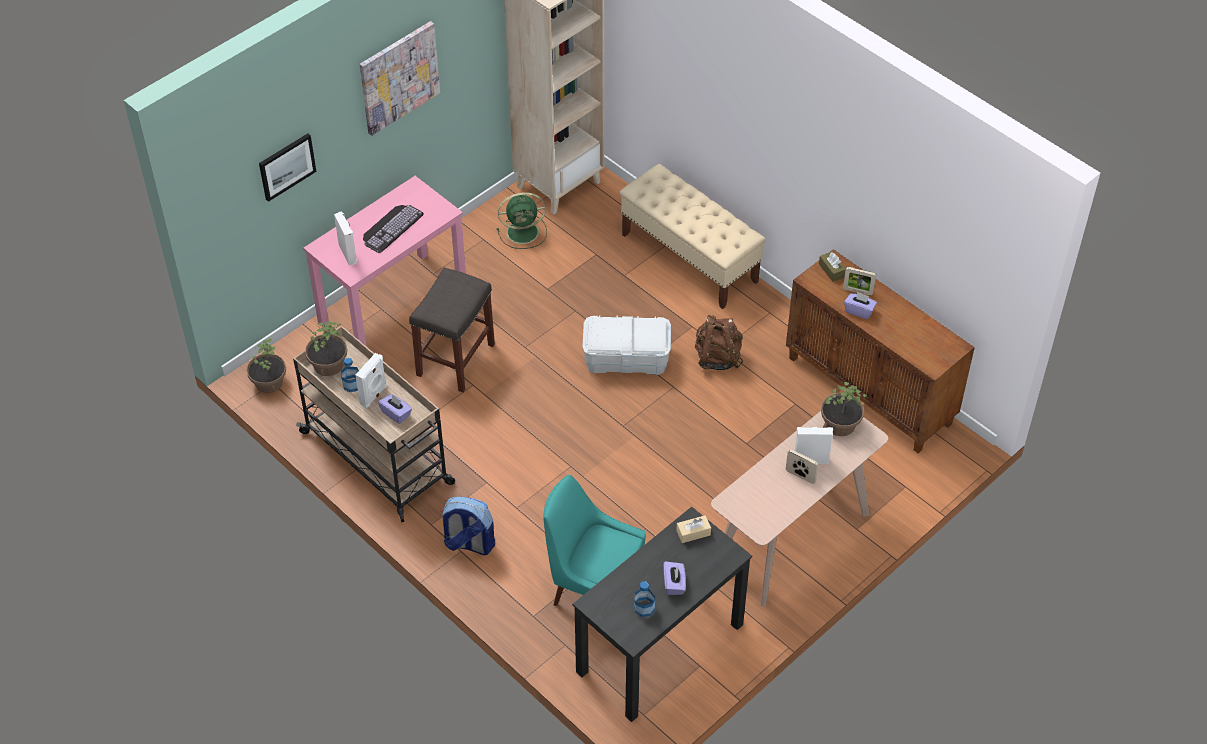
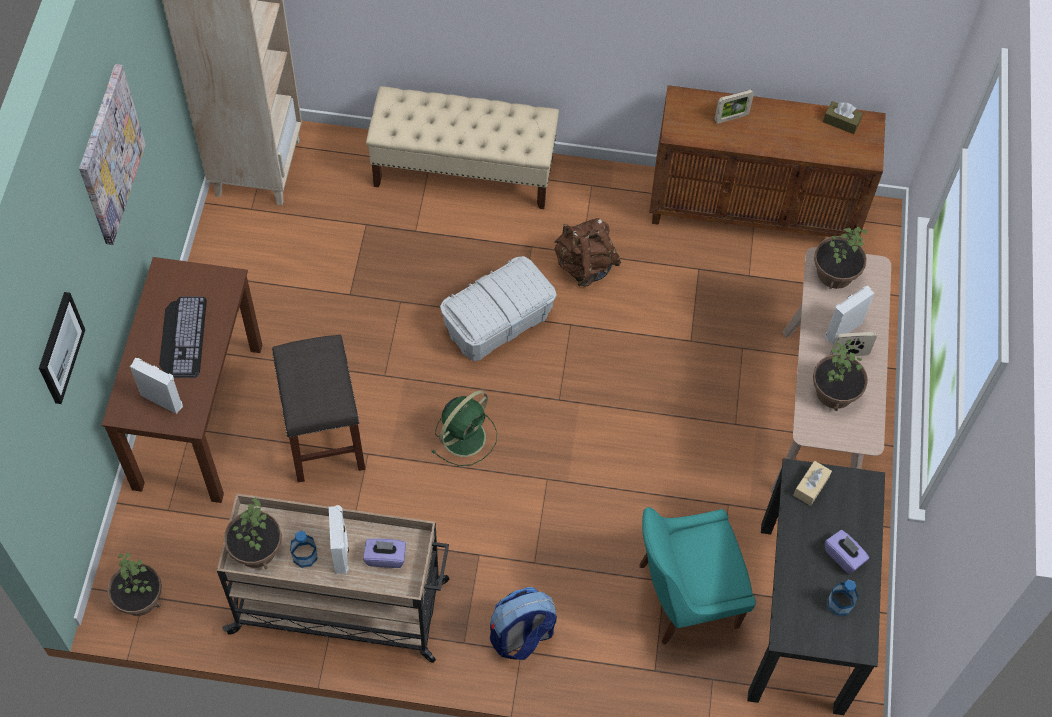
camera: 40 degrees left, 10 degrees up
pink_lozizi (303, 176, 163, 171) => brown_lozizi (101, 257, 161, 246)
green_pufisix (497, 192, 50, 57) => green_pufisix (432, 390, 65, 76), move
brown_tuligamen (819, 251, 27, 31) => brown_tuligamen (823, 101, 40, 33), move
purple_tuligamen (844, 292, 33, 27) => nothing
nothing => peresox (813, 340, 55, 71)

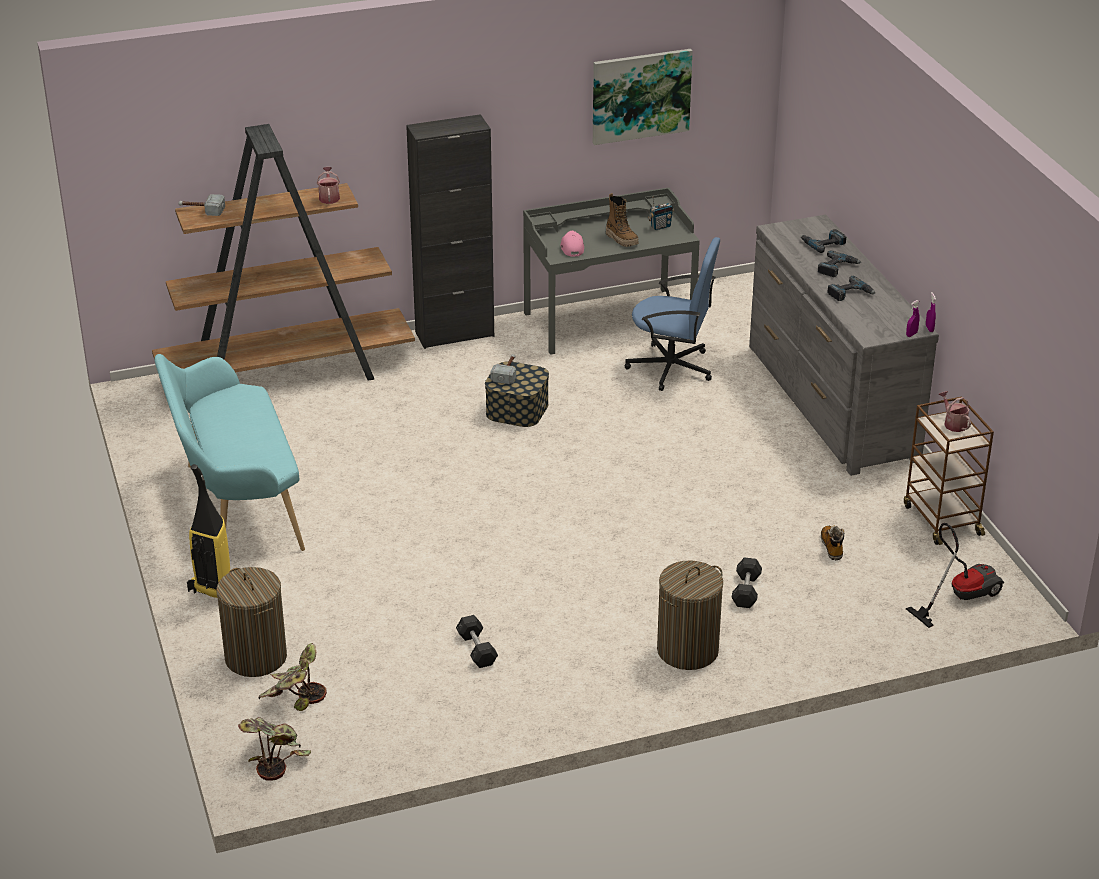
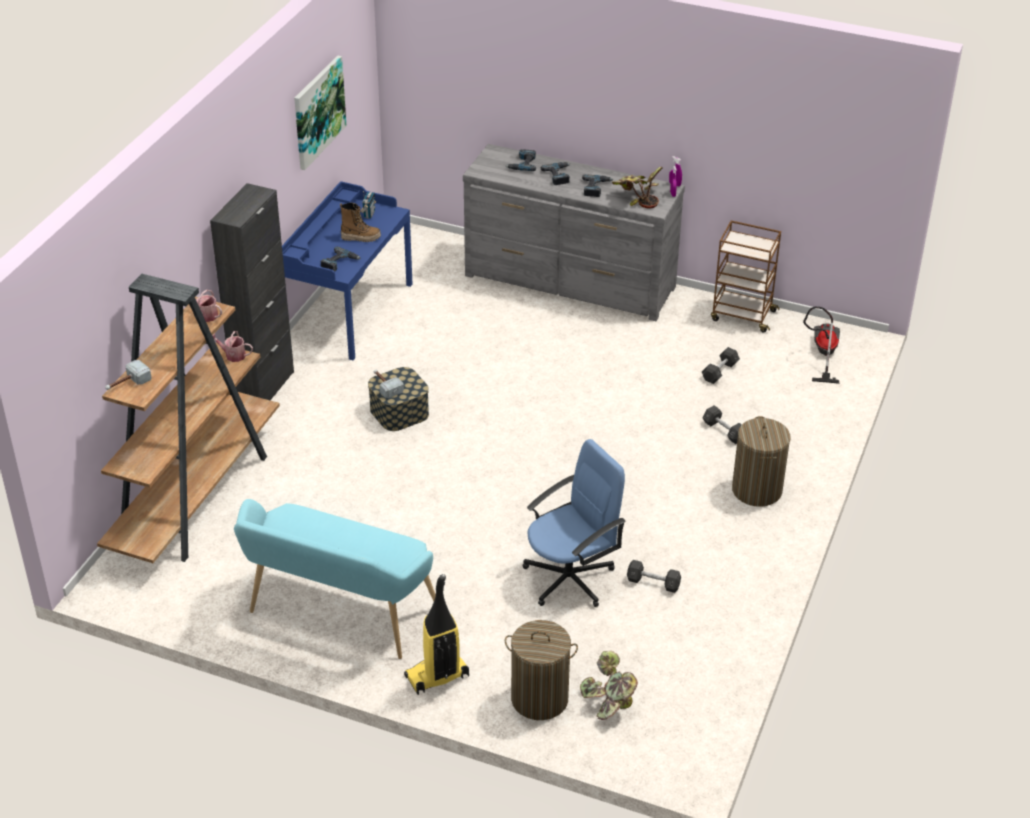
camera: 50 degrees left, 5 degrees up
peresox (238, 717, 73, 64) => peresox (612, 167, 51, 42), move
grey_lozizi (523, 187, 177, 168) => blue_lozizi (282, 181, 130, 179)
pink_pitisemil (560, 231, 24, 25) => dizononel (321, 247, 40, 24)
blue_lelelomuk (625, 237, 95, 154) => blue_lelelomuk (523, 439, 103, 168), move
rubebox (821, 525, 23, 36) => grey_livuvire (702, 347, 38, 37)
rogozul (938, 391, 33, 41) => rogozul (213, 331, 40, 31), move

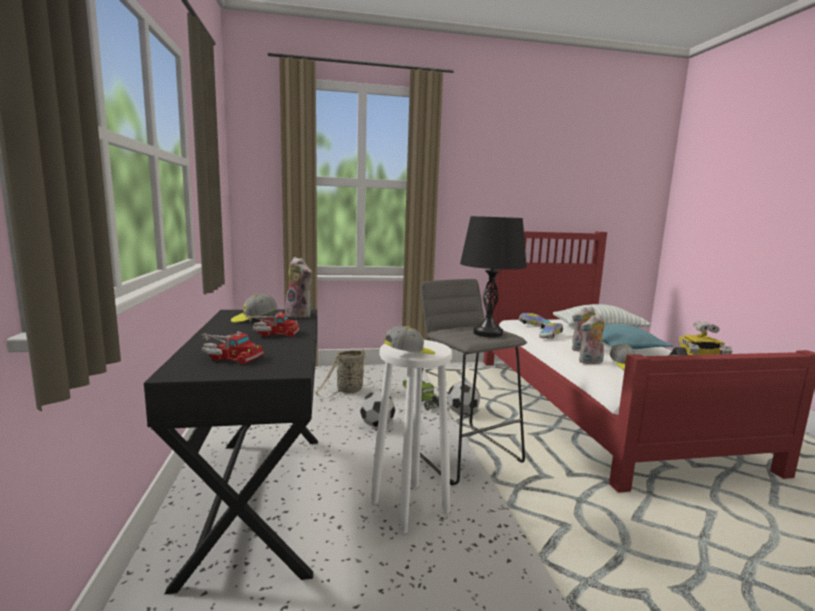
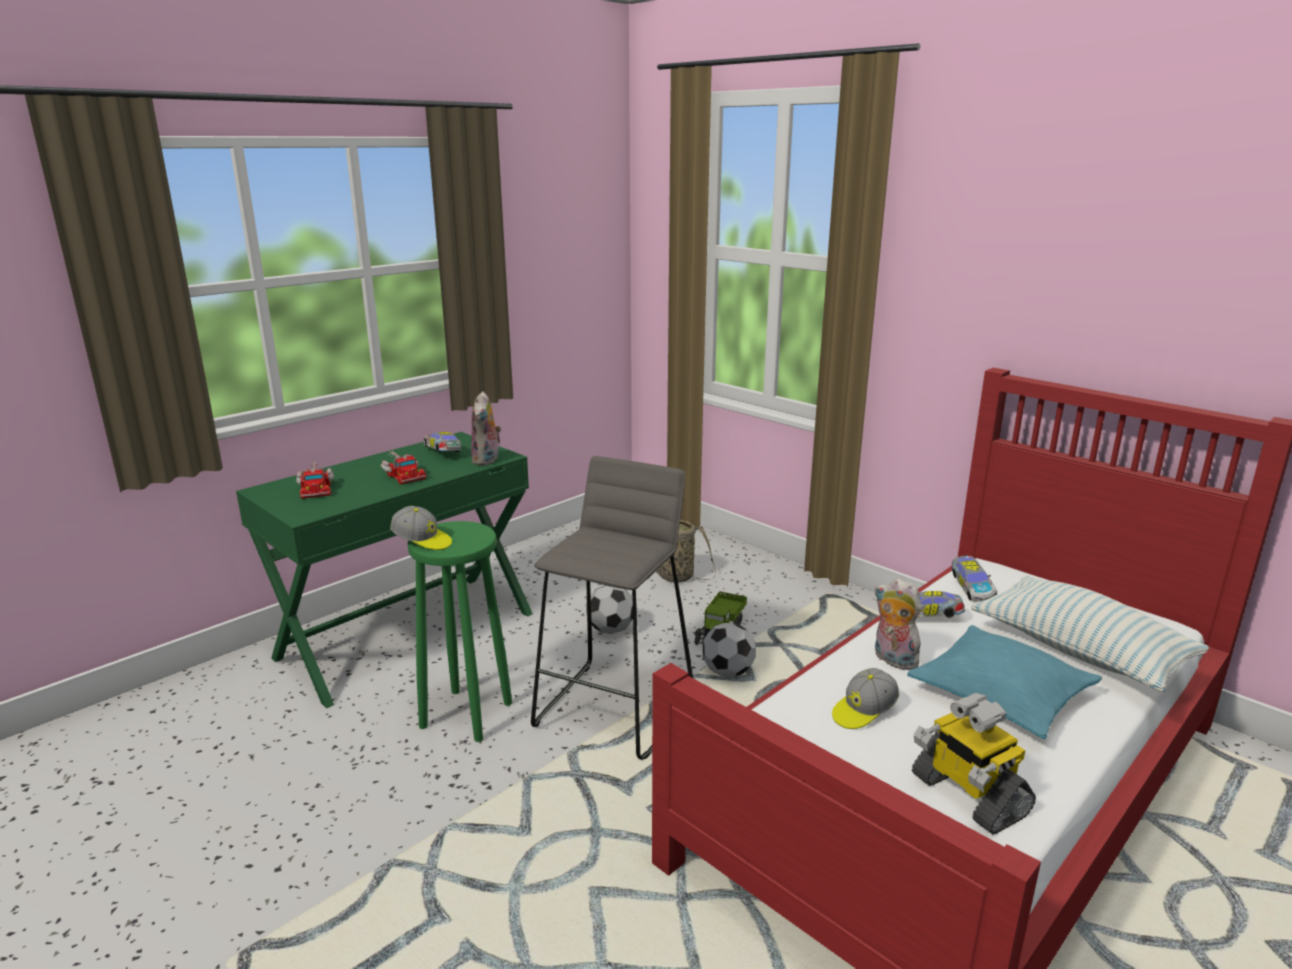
camera: 55 degrees right, 10 degrees up
black_lozizi (144, 309, 174, 285) => green_lozizi (236, 432, 297, 276)
pitisemil (231, 294, 46, 29) => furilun (424, 432, 37, 21)
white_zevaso (371, 340, 81, 194) => green_zevaso (408, 521, 104, 221)
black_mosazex (460, 216, 67, 122) => nothing
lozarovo (579, 315, 26, 49) => nothing

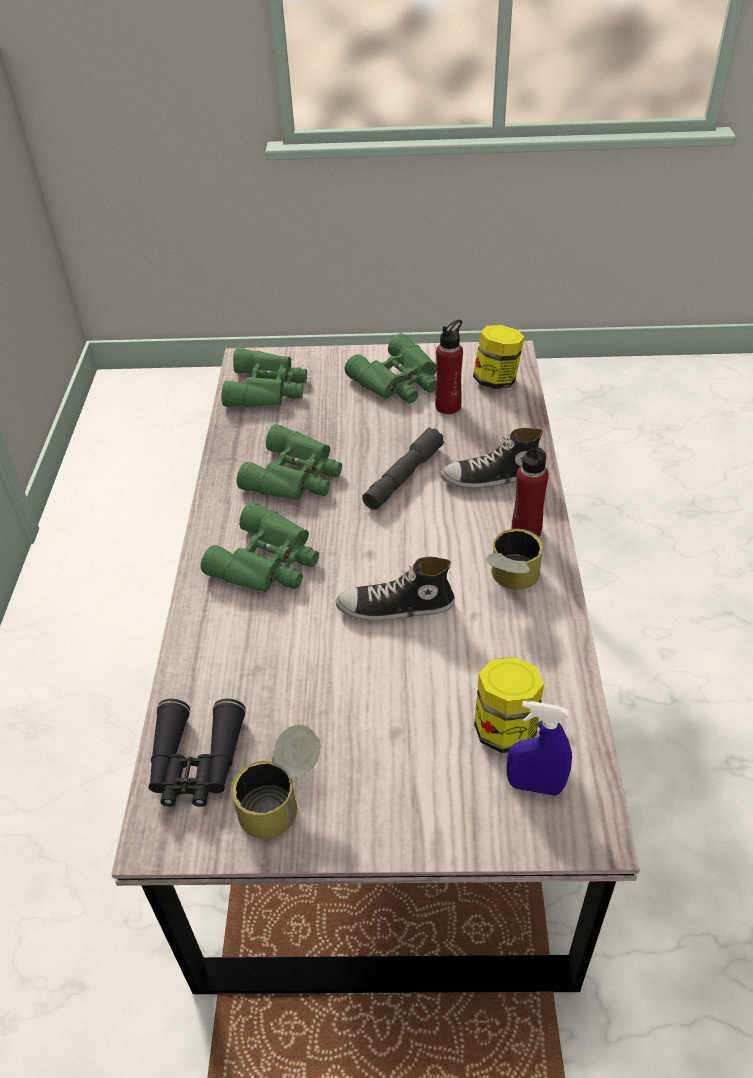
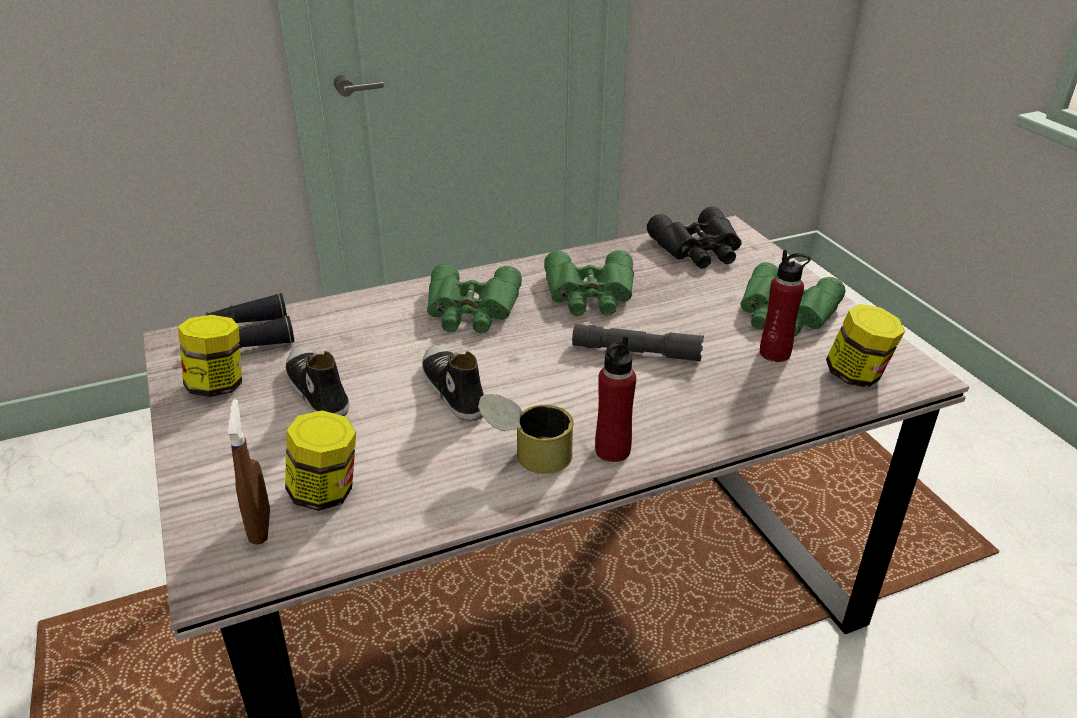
camera: 65 degrees right, 10 degrees down
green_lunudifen (221, 348, 86, 59) => black_lunudifen (647, 206, 95, 63)
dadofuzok (231, 724, 90, 115) => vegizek (178, 315, 64, 82)
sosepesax (441, 428, 102, 60) => sosepesax (286, 347, 63, 69), move
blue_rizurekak (506, 701, 66, 95) => brown_rizurekak (227, 399, 43, 145)

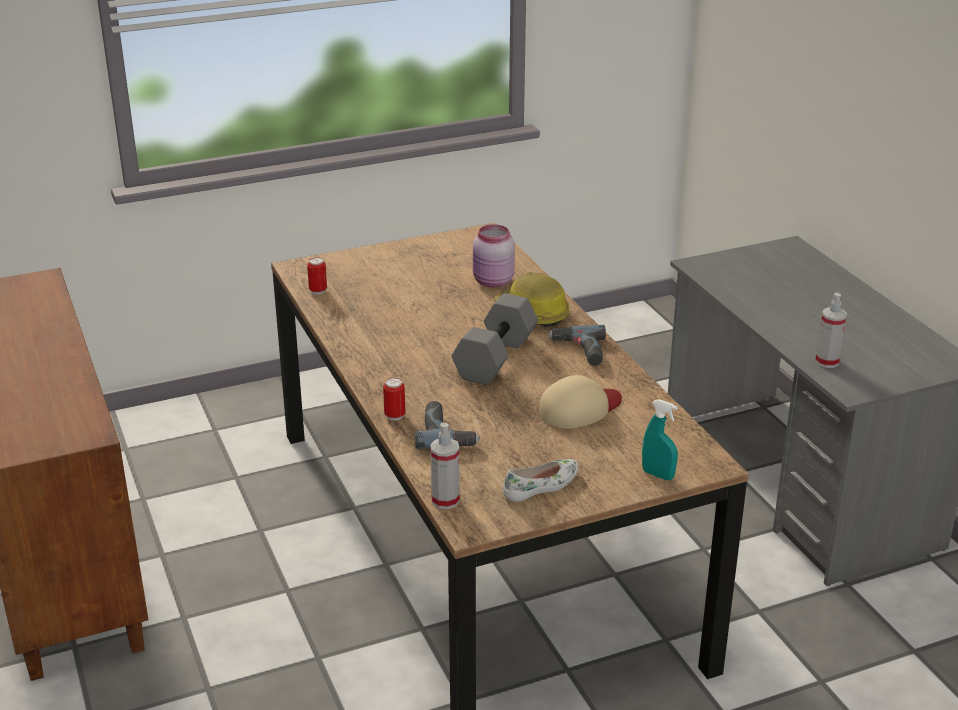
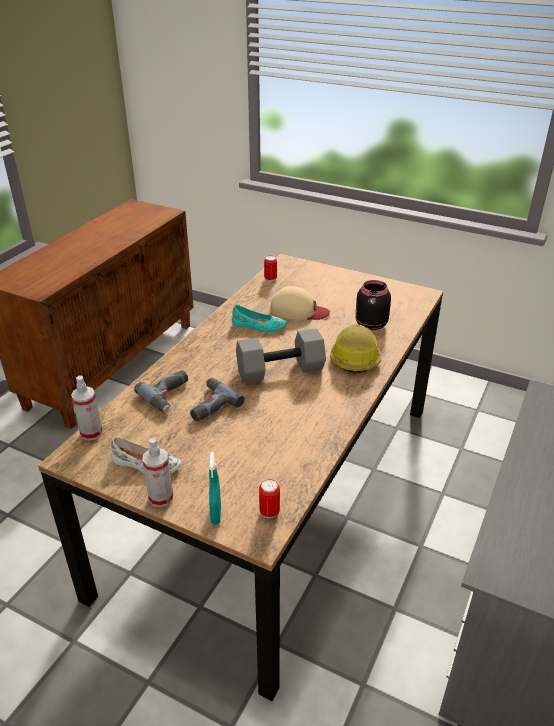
camera: 50 degrees right, 5 degrees up
dadofuzok (383, 378, 22, 42) => dadofuzok (259, 479, 21, 39), move
pink_vegizek (473, 224, 42, 63) => black_vegizek (355, 280, 36, 51)
beige_pitisemil (539, 375, 83, 54) => beige_pitisemil (270, 286, 60, 34), move
dizononel (548, 325, 58, 41) => dizononel (190, 378, 55, 43), move
rizurekak (815, 293, 32, 75) => rizurekak (142, 437, 31, 70), move
nothing => turquoise_sosepesax (232, 305, 55, 27)

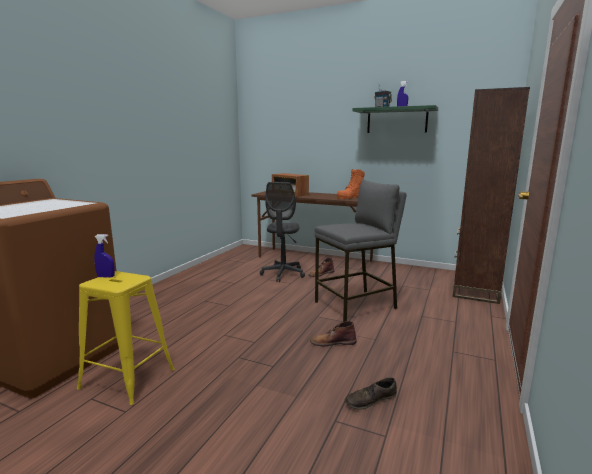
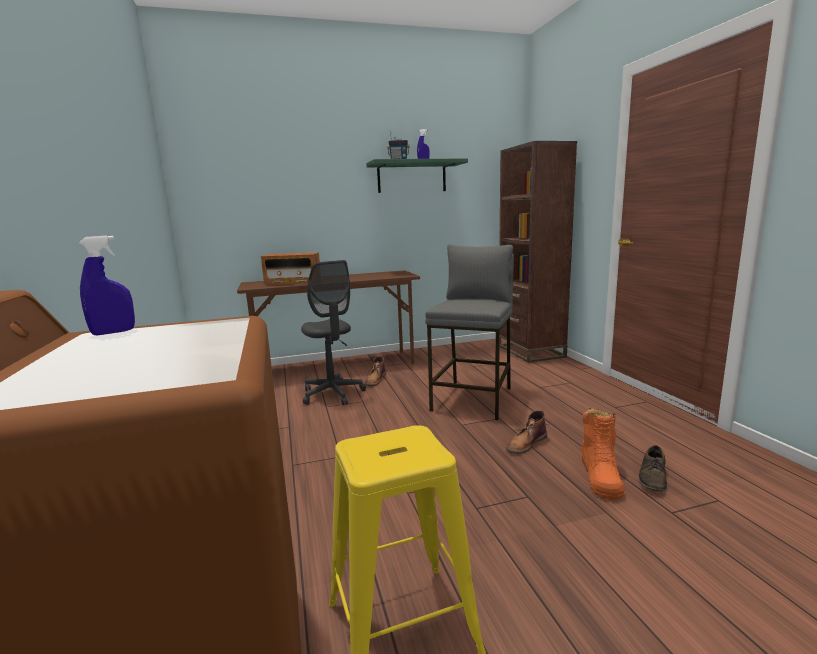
camera: 40 degrees left, 0 degrees up
blue_rizurekak (94, 234, 21, 44) => blue_rizurekak (79, 235, 56, 100), move
orange_rubebox (337, 169, 28, 30) => orange_rubebox (581, 408, 44, 92), move

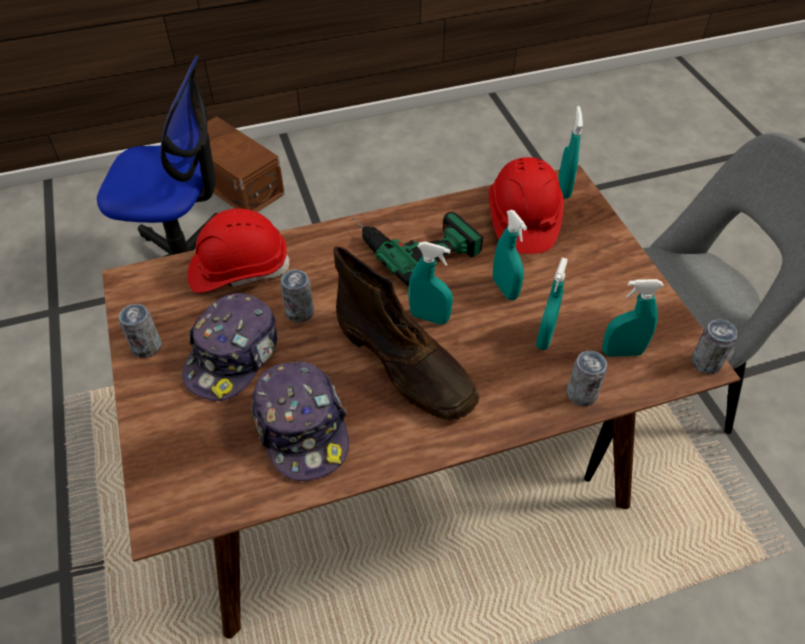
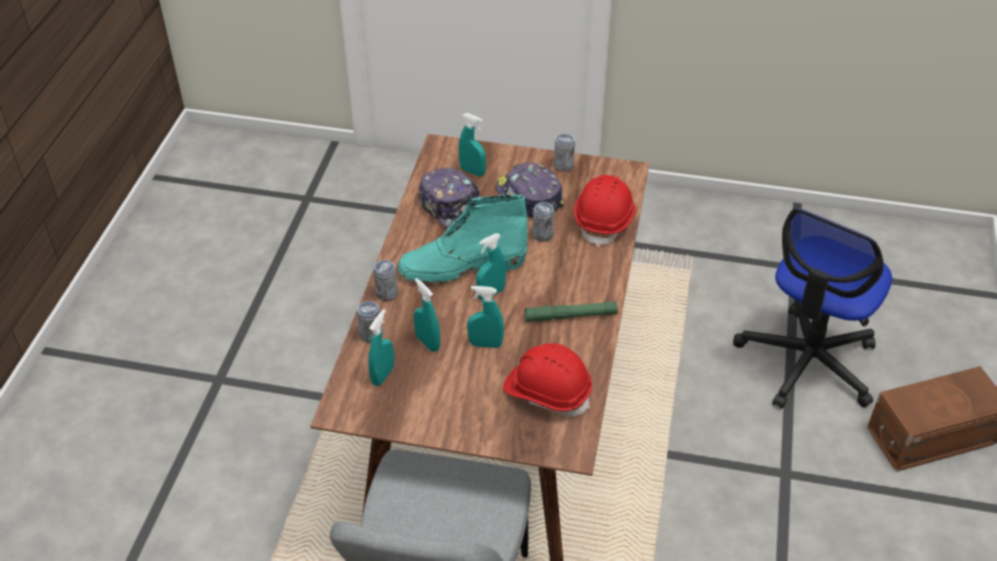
camera: 120 degrees right, 5 degrees down
pitisemil (251, 362, 98, 119) => pitisemil (418, 167, 62, 61), 135 degrees counterclockwise
brown_rubebox (333, 246, 146, 175) => turquoise_rubebox (398, 195, 130, 89)
dizononel (352, 212, 131, 74) => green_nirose (525, 301, 93, 21)
turquoise_rizurekak (559, 106, 24, 92) => turquoise_rizurekak (458, 113, 28, 63), move
dadofuzok (691, 319, 47, 55) => dadofuzok (373, 260, 25, 41), move

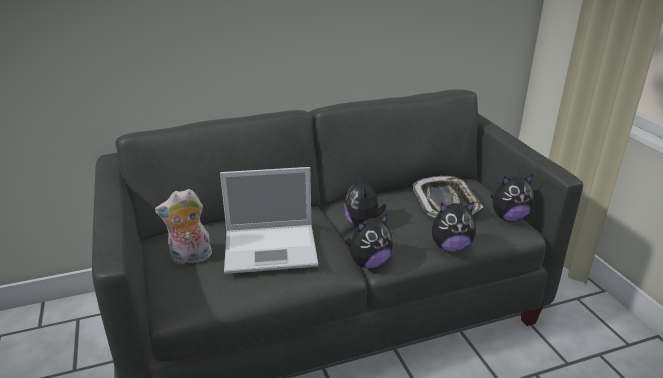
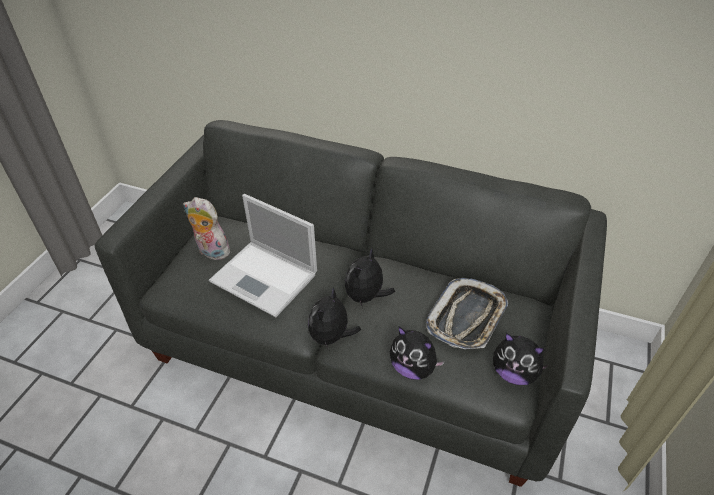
camera: 40 degrees right, 15 degrees up
lozarovo (345, 213, 48, 55) => lozarovo (308, 287, 53, 63), 105 degrees clockwise

